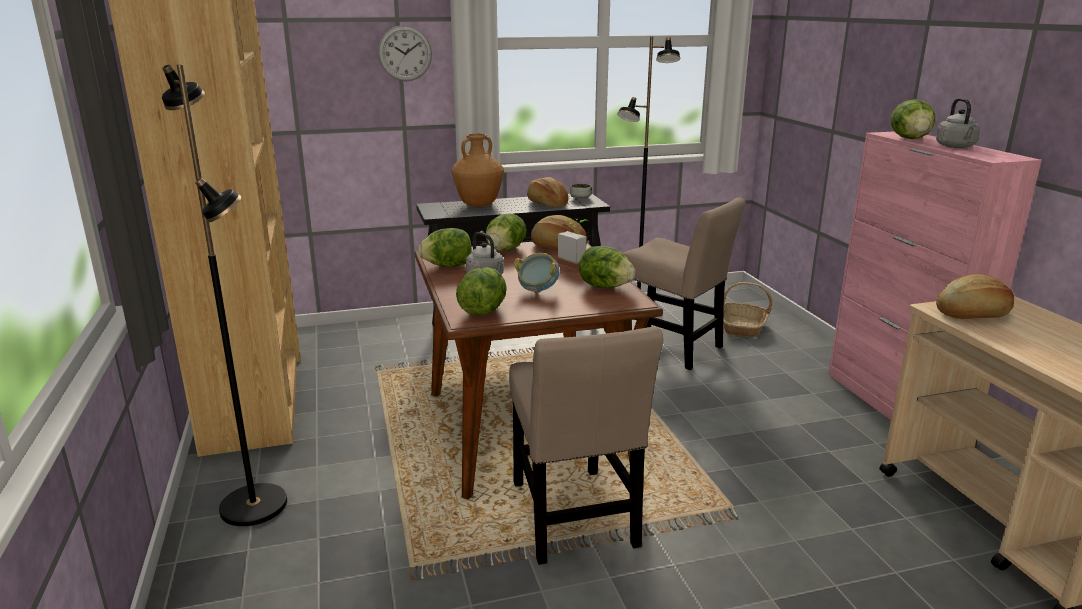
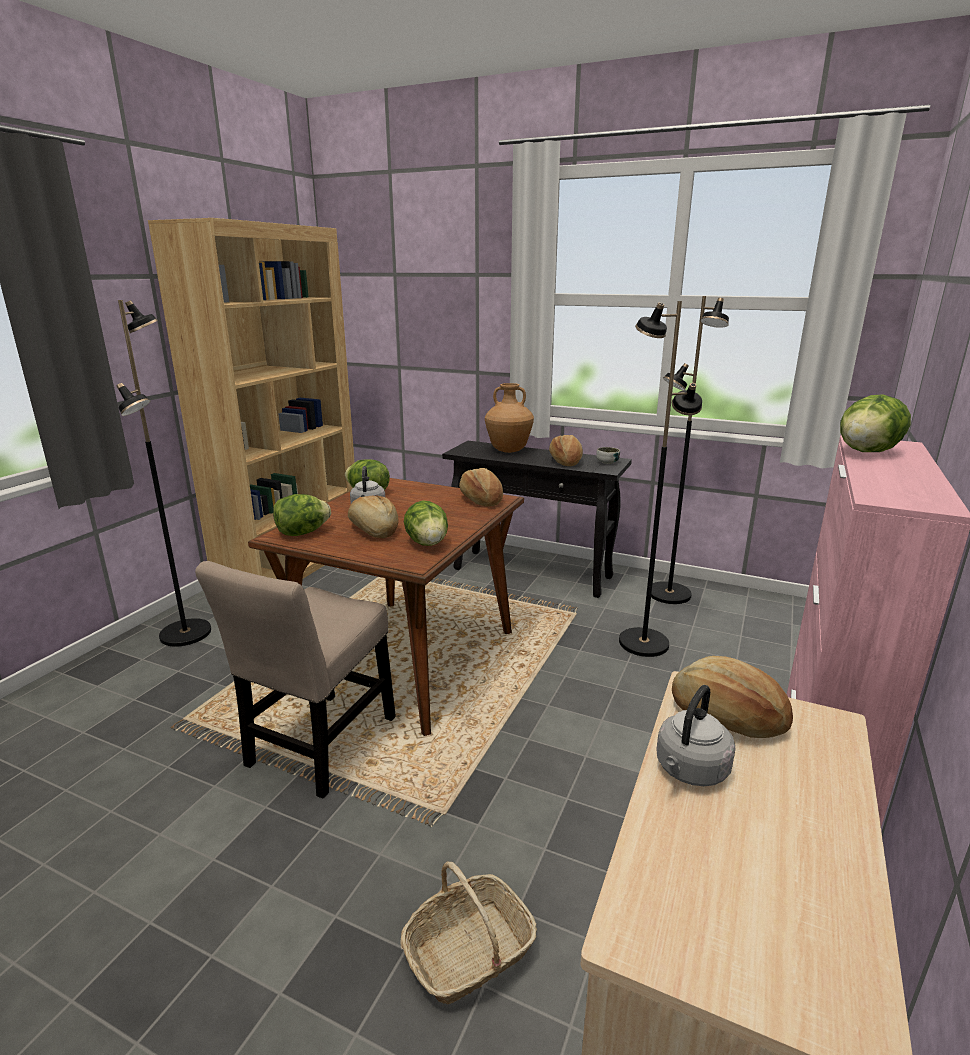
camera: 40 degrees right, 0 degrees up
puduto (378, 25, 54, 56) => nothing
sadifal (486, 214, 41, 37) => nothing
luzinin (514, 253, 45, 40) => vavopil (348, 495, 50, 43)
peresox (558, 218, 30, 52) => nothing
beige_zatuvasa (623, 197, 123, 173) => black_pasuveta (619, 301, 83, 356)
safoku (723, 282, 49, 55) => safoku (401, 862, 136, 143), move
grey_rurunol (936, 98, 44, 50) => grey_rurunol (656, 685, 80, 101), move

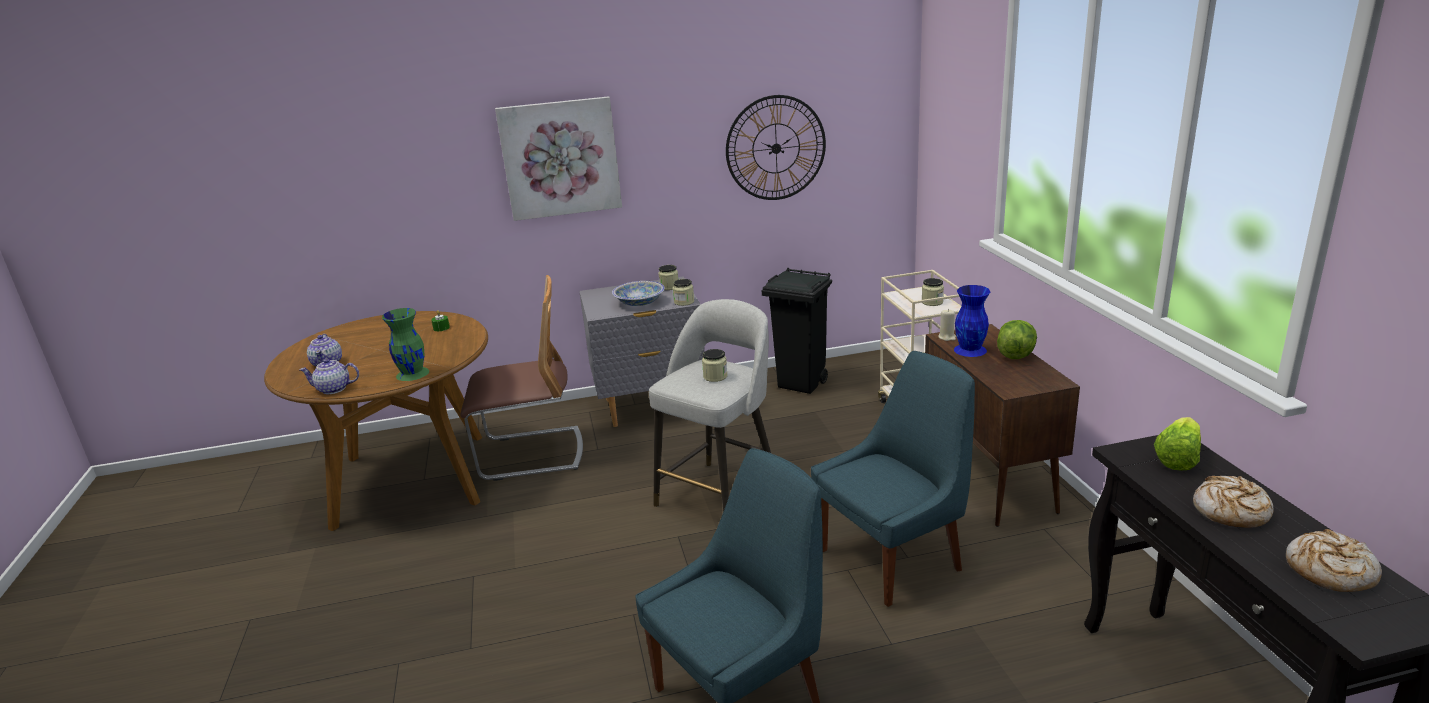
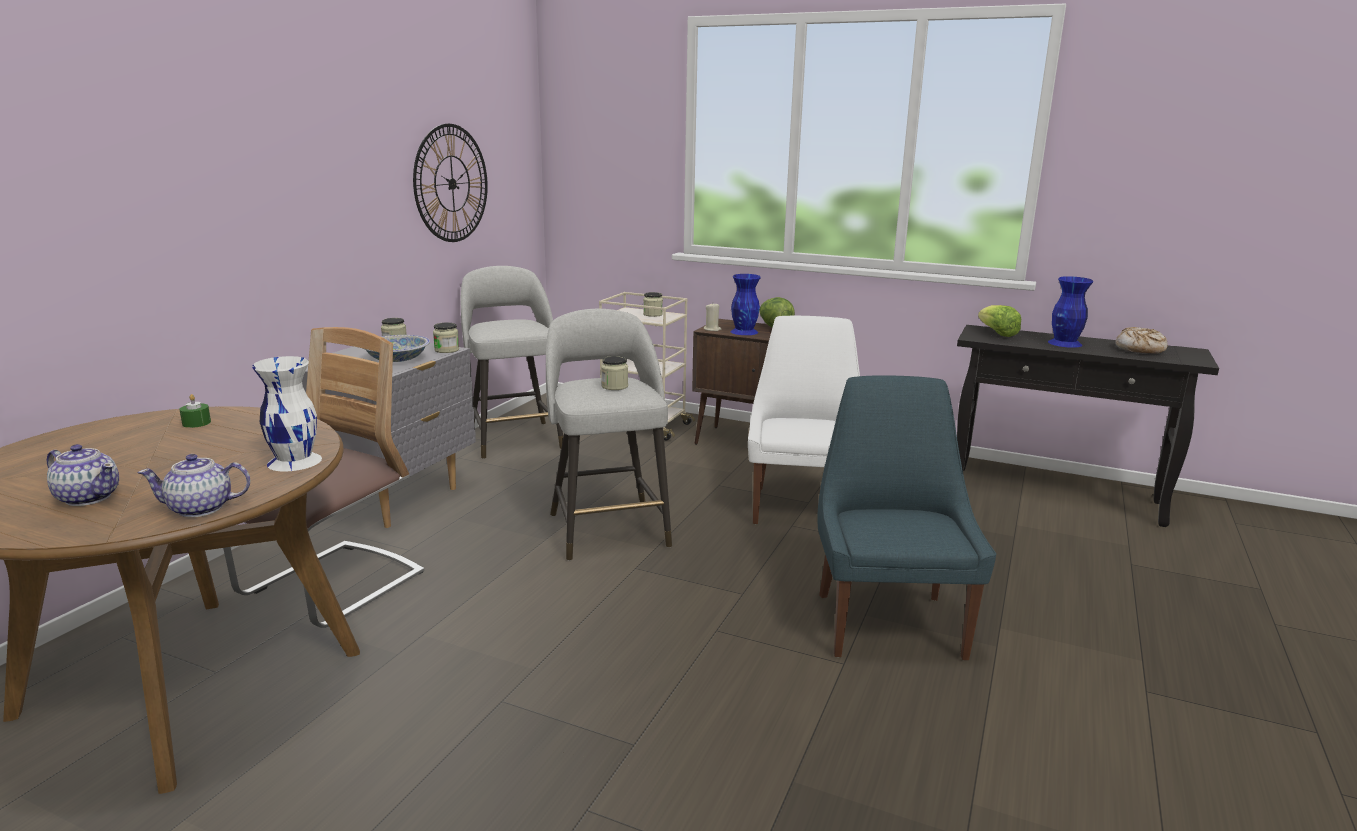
camera: 55 degrees left, 5 degrees down
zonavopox (299, 359, 60, 35) => zonavopox (138, 454, 112, 63), 45 degrees clockwise
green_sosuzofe (382, 308, 47, 73) => white_sosuzofe (252, 356, 70, 115)
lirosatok (495, 96, 127, 125) => nothing
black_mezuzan (761, 268, 71, 126) => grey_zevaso (461, 266, 102, 193)
blue_zatuvasa (811, 351, 164, 256) => white_zatuvasa (748, 316, 112, 208)
vavopil (1193, 476, 80, 52) => blue_sosuzofe (1048, 276, 45, 72)

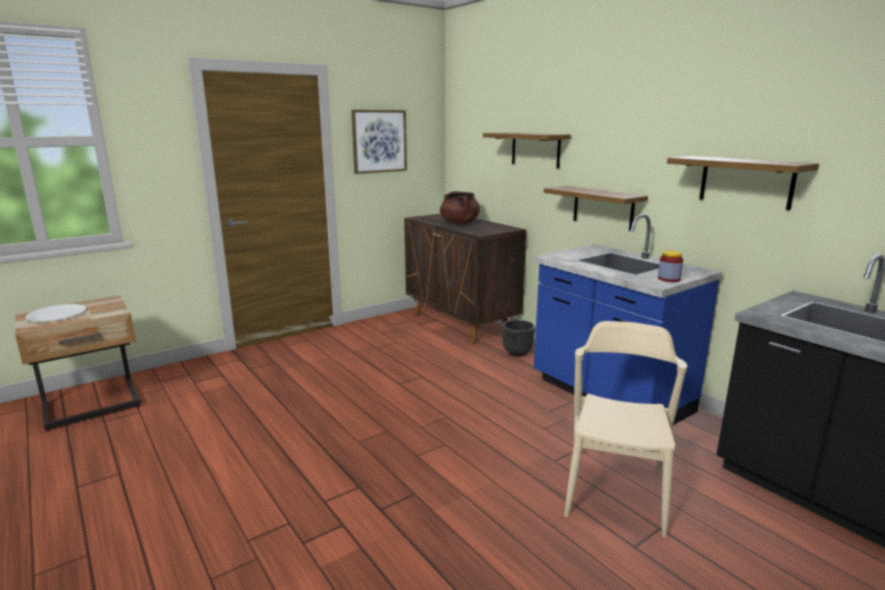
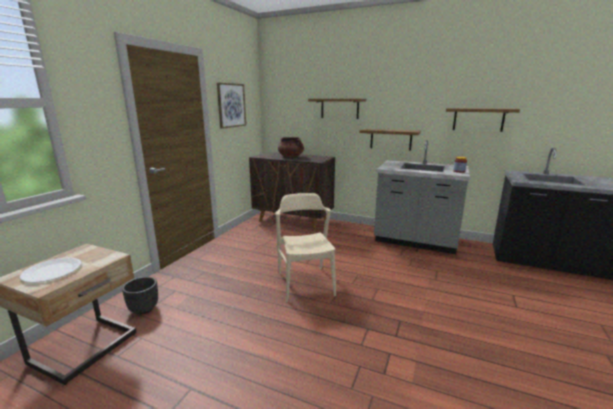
camera: 30 degrees left, 0 degrees up
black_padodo (502, 320, 33, 37) => black_padodo (122, 277, 36, 38), move
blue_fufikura (534, 214, 188, 211) => grey_fufikura (374, 140, 96, 114)
beige_zatuvasa (564, 321, 123, 216) => beige_zatuvasa (275, 193, 61, 109), move

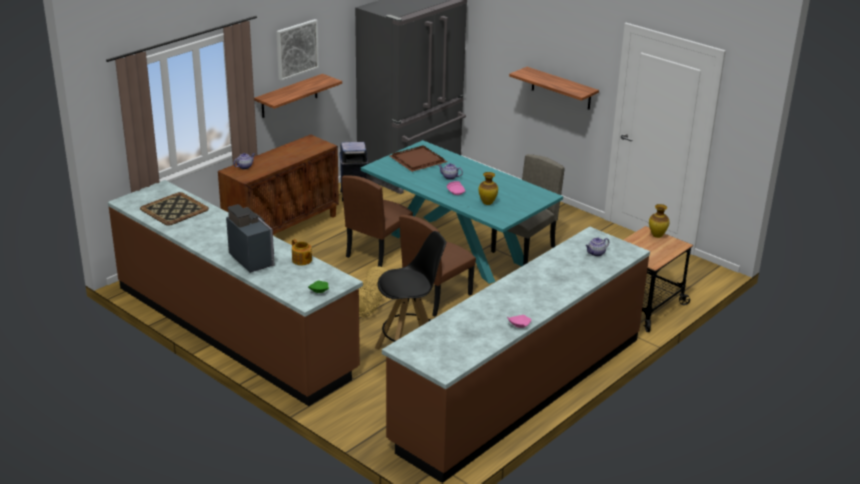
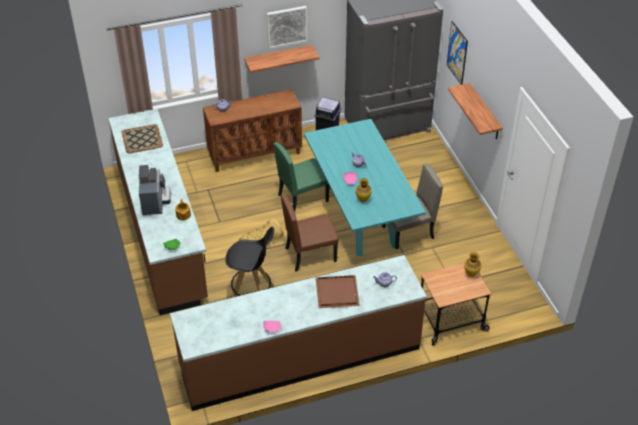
camera: 30 degrees right, 15 degrees up
brown_zatuvasa (342, 175, 71, 92) => green_zatuvasa (274, 142, 55, 69)
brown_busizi (389, 145, 58, 27) => brown_busizi (316, 275, 44, 33), move
nothing => lirosatok (447, 21, 21, 64)

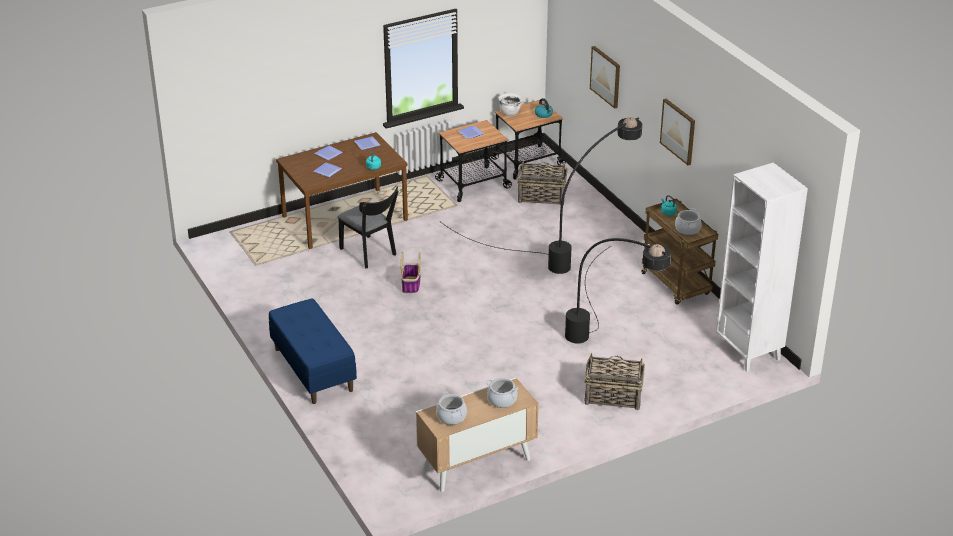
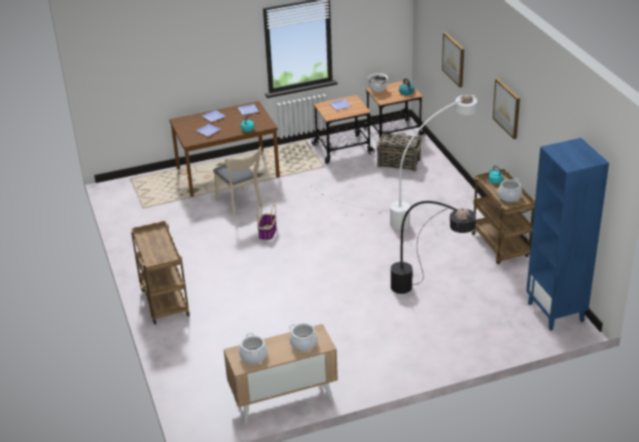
camera: 10 degrees right, 0 degrees up
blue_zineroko (269, 298, 88, 106) => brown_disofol (131, 221, 59, 104)
black_zatuvasa (338, 187, 61, 81) => beige_zatuvasa (213, 147, 49, 69)
black_pasuveta (441, 117, 201, 157) => white_pasuveta (303, 94, 174, 136)
safoku (584, 353, 61, 57) => nothing
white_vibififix (716, 163, 92, 209) => blue_vibififix (526, 138, 83, 193)

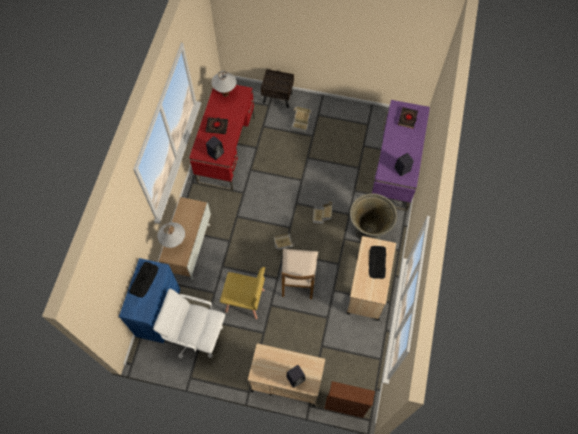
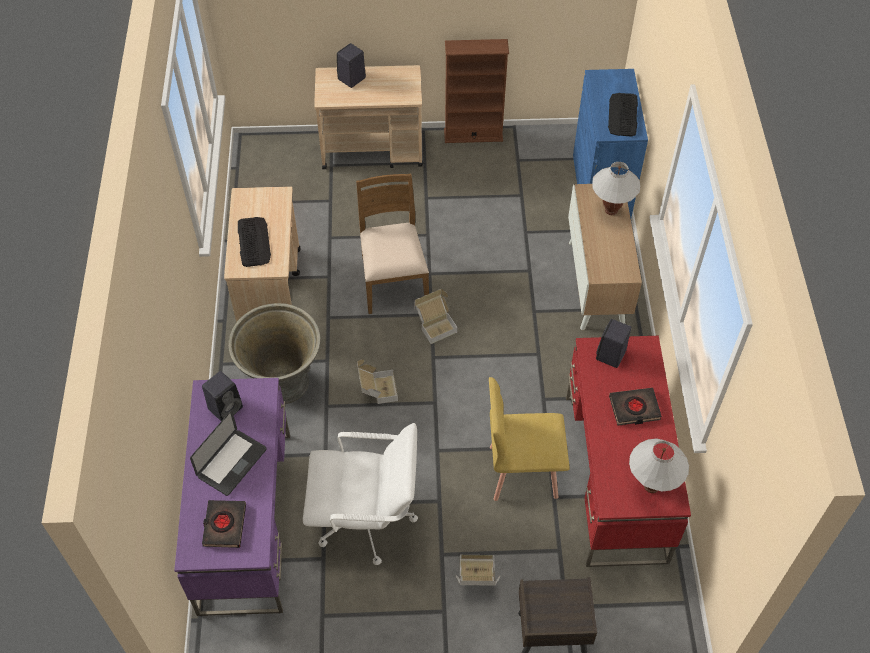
camera: 165 degrees right, 10 degrees down
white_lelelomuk (153, 289, 72, 69) => white_lelelomuk (303, 423, 115, 142), move
yellow_zatuvasa (220, 267, 45, 52) => yellow_zatuvasa (489, 377, 81, 124), move
brown_vibififix (325, 381, 50, 37) => brown_vibififix (444, 39, 65, 104), move
nothing => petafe (190, 410, 77, 86)

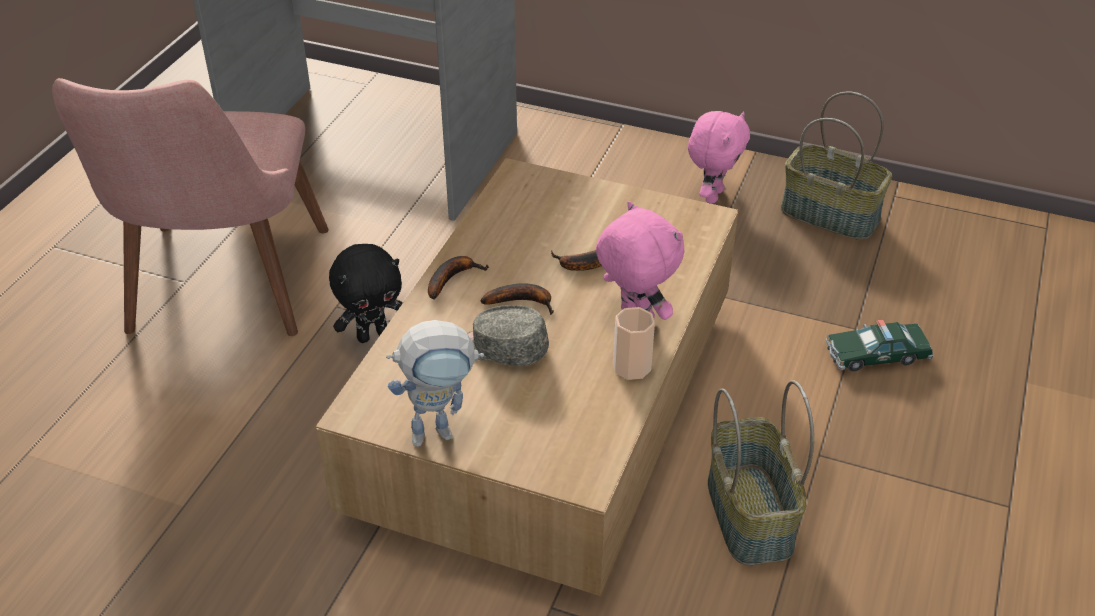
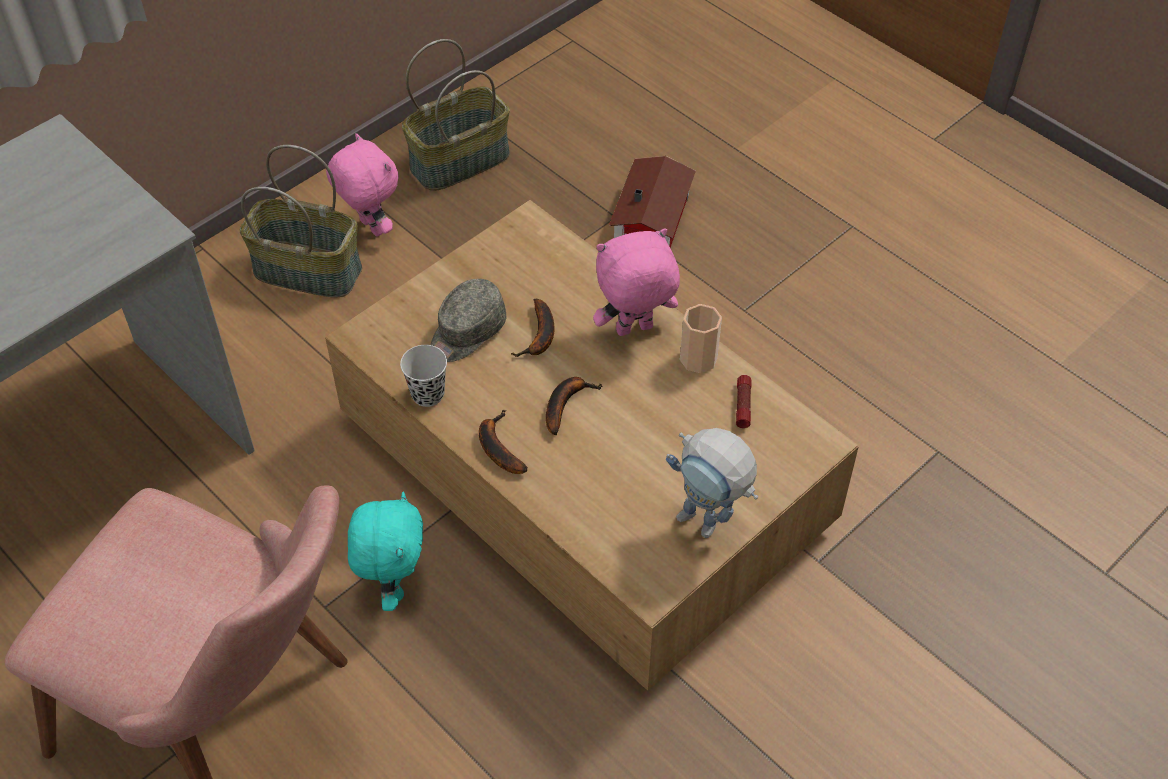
camera: 65 degrees left, 10 degrees up
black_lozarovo (329, 244, 74, 99) => turquoise_lozarovo (348, 492, 75, 119)
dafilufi (386, 320, 98, 127) => dafilufi (666, 428, 92, 110), 120 degrees clockwise
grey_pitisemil (467, 305, 82, 61) => grey_pitisemil (430, 279, 76, 83), move
safoku (708, 380, 106, 185) => safoku (240, 145, 122, 153), move
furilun (826, 319, 107, 52) => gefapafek (609, 156, 87, 92)
nothing => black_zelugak (400, 345, 47, 62)
nothing => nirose (736, 375, 16, 53)

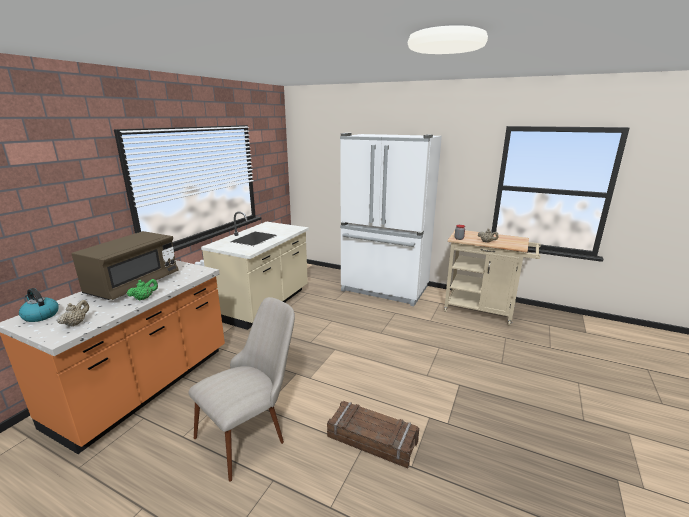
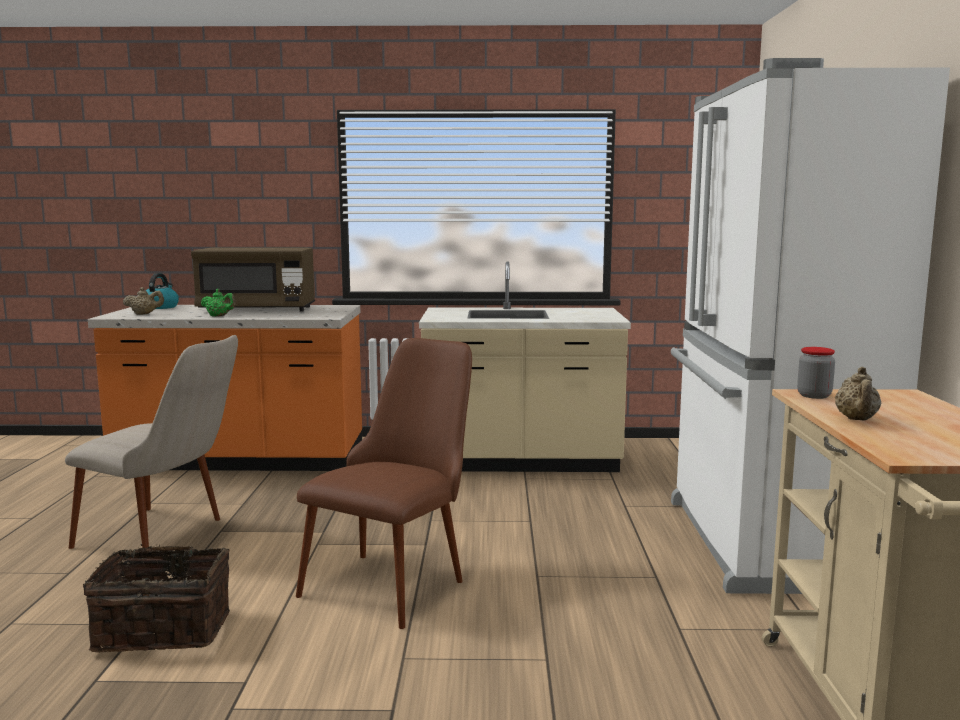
camera: 65 degrees right, 10 degrees down
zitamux (327, 401, 92, 67) => safoku (83, 544, 147, 109)
nothing => brown_zatuvasa (296, 338, 176, 291)

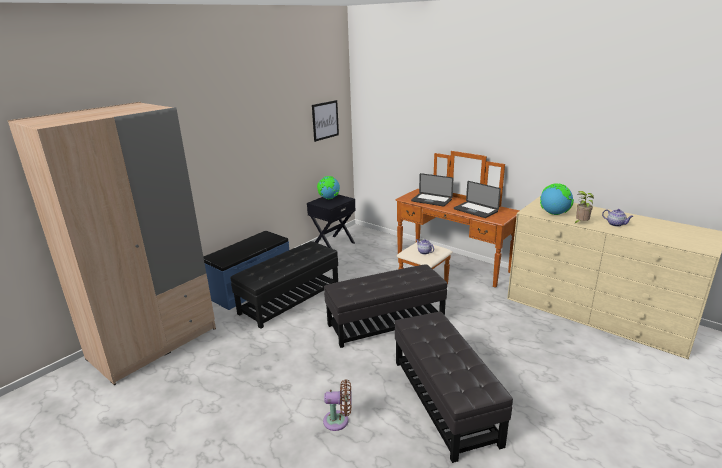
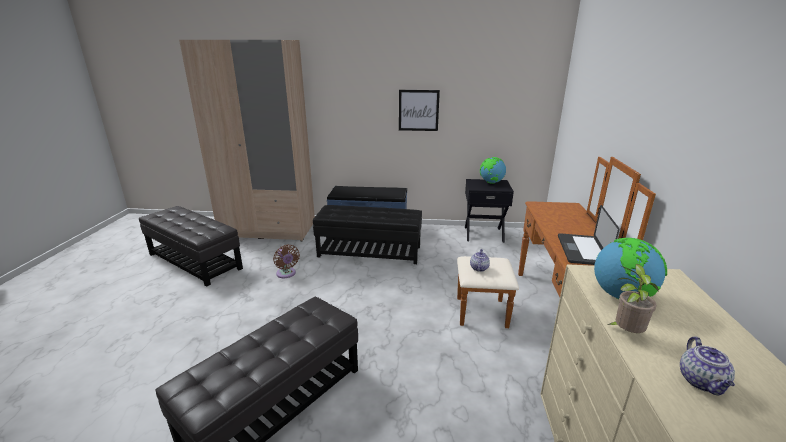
camera: 55 degrees right, 0 degrees up
lirosatok (312, 100, 27, 42) => lirosatok (399, 90, 41, 41), move
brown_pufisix (323, 379, 29, 52) => brown_pufisix (273, 245, 27, 33), move
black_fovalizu (324, 264, 123, 84) => black_fovalizu (139, 206, 104, 81), move
petafe (411, 173, 42, 34) => nothing

